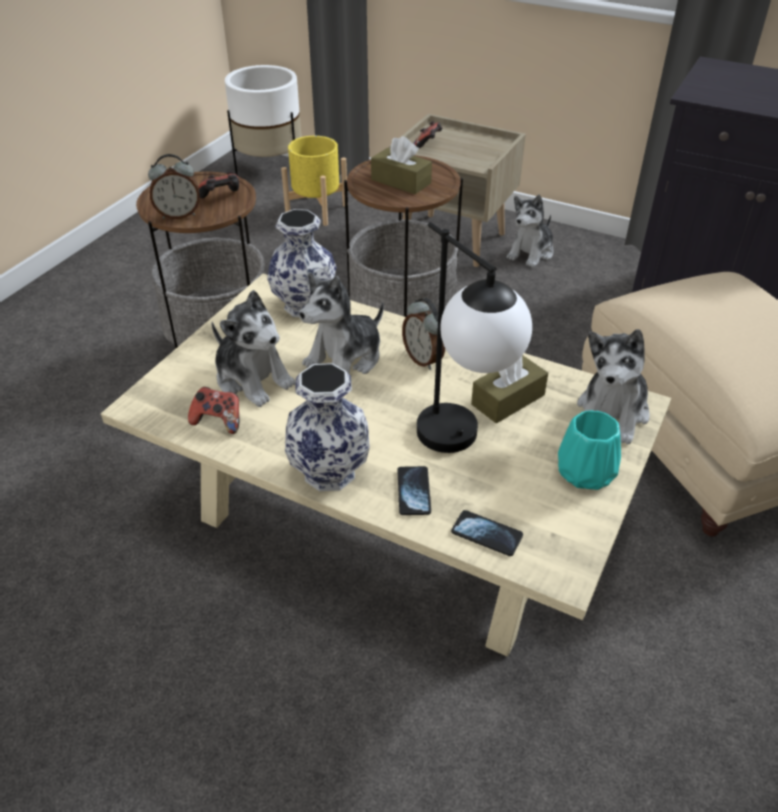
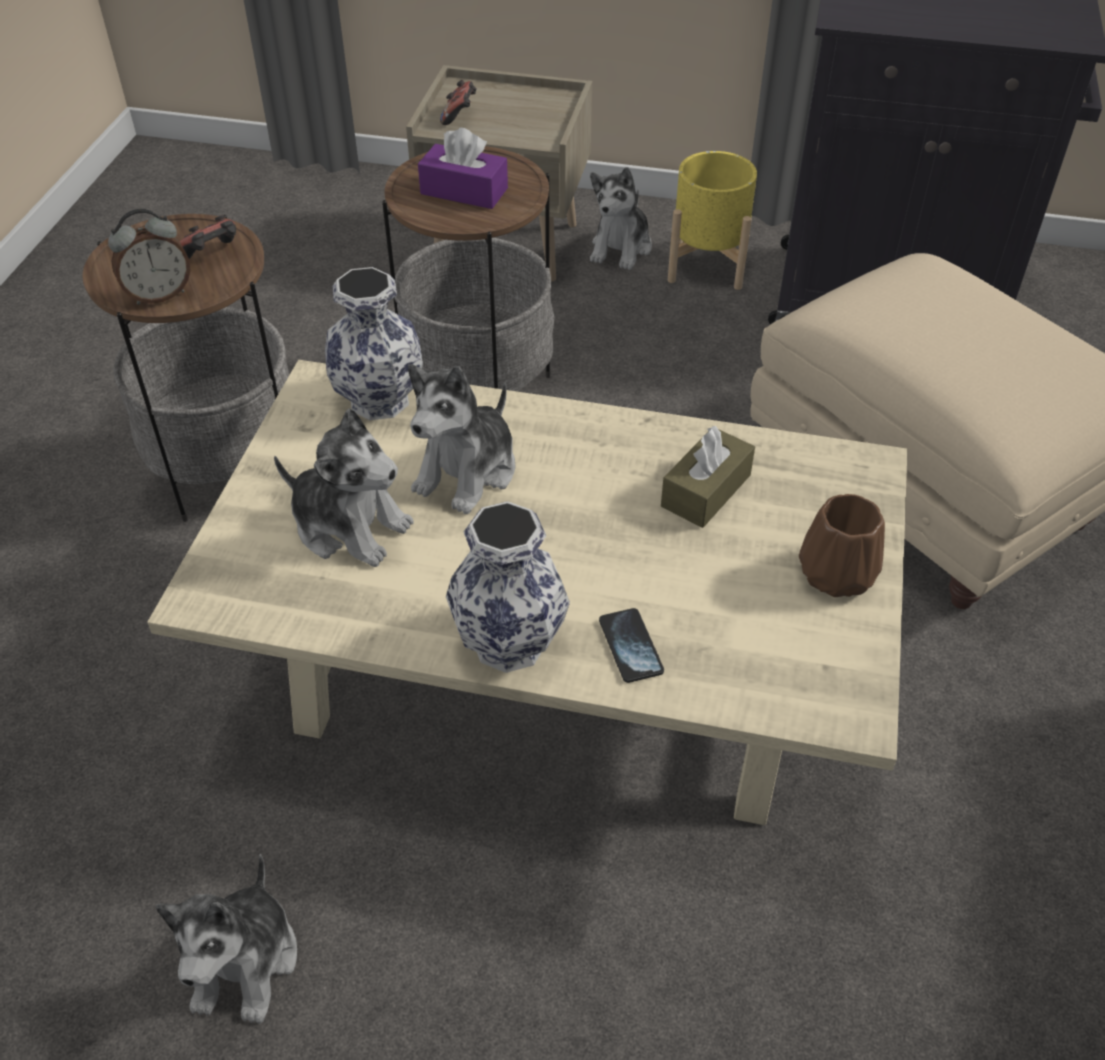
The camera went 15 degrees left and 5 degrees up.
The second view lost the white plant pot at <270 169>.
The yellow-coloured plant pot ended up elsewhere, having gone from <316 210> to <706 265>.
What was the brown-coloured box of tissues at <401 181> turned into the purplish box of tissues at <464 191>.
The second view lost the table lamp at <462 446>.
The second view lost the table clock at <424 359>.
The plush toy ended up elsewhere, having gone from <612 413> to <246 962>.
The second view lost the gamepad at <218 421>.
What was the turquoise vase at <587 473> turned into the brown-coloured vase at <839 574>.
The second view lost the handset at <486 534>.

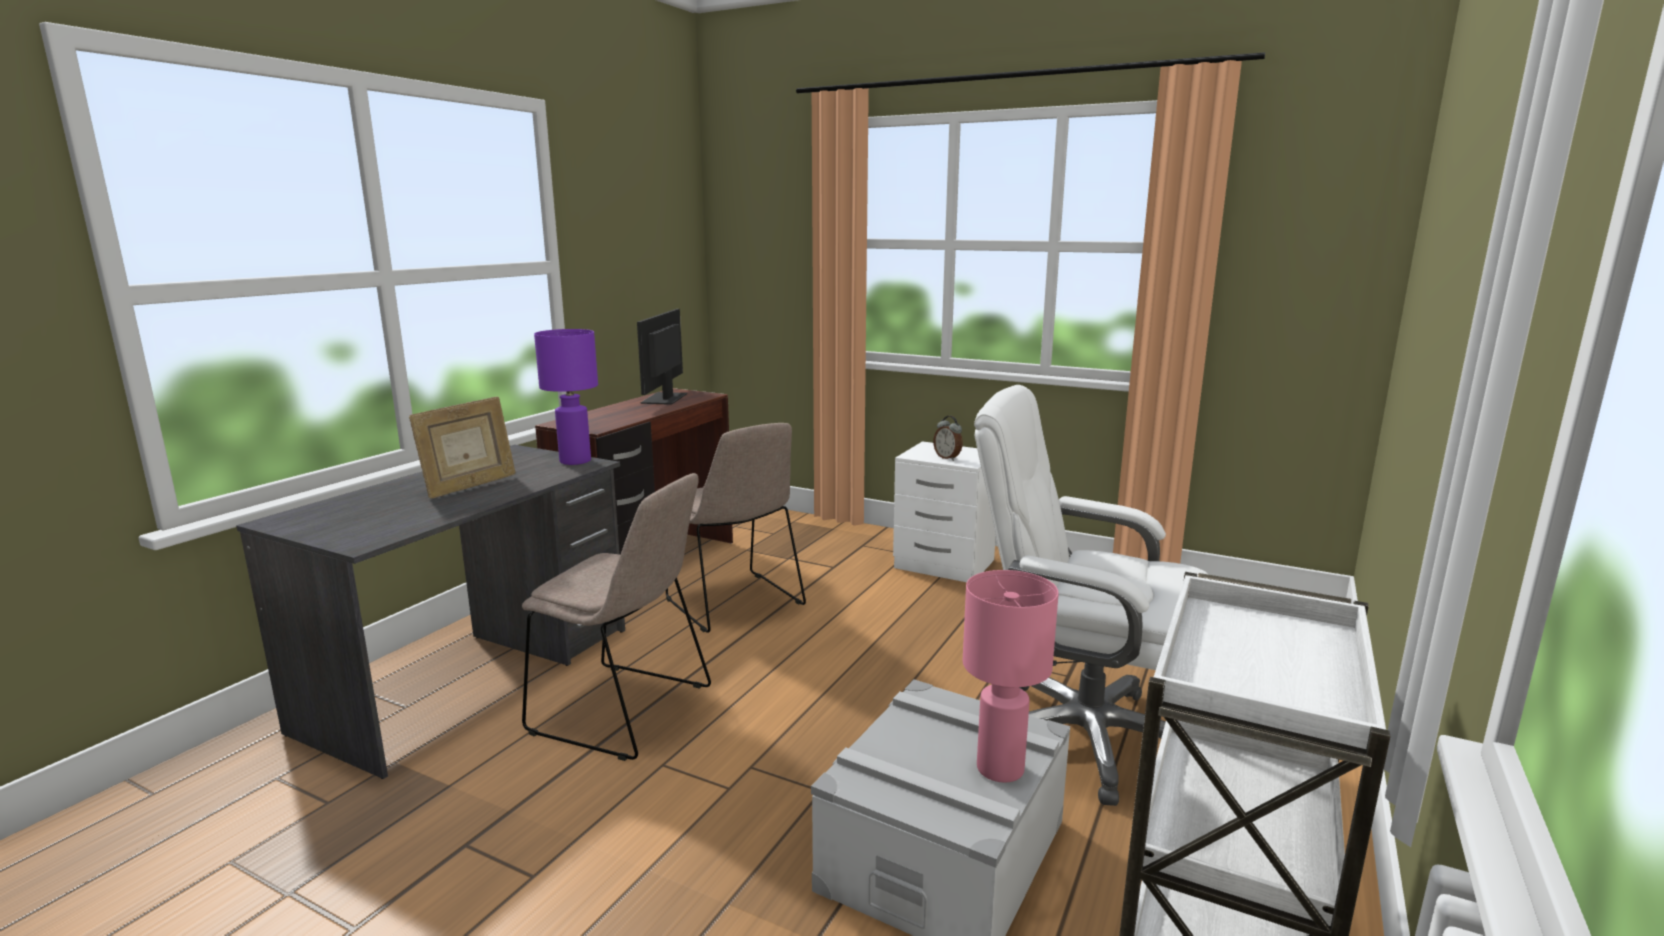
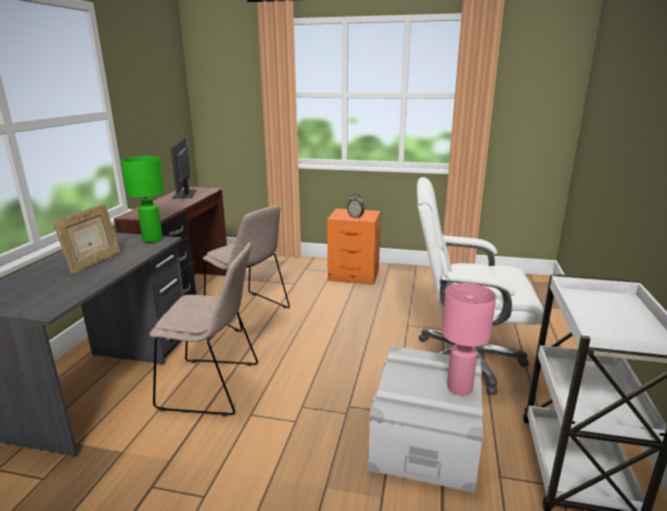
The camera went 15 degrees left and 5 degrees up.
What was the purplish table lamp at <576 461> turned into the greenish table lamp at <153 239>.
What was the white night table at <945 565> turned into the orange-coloured night table at <354 275>.

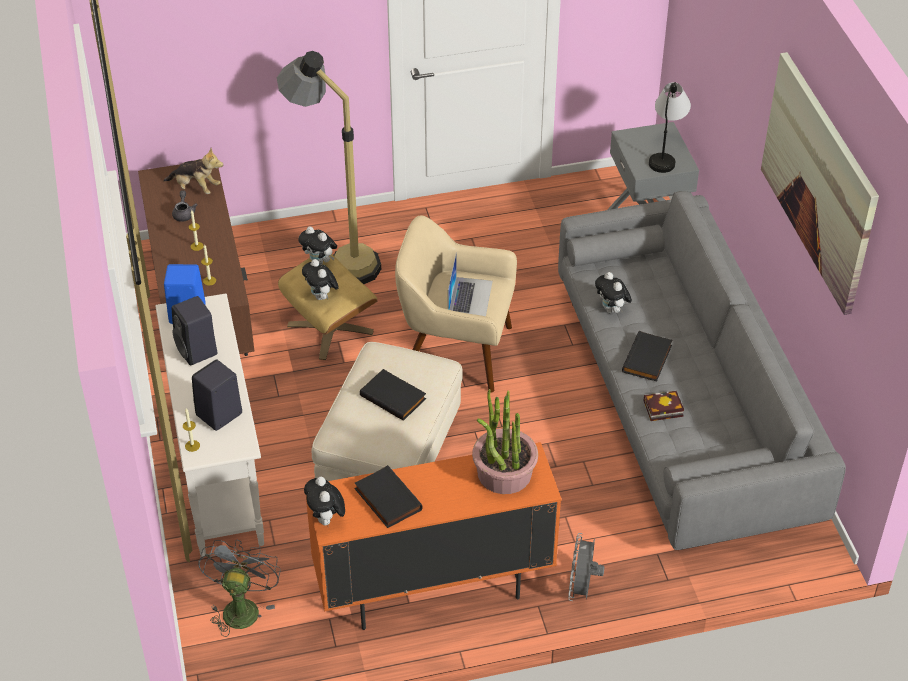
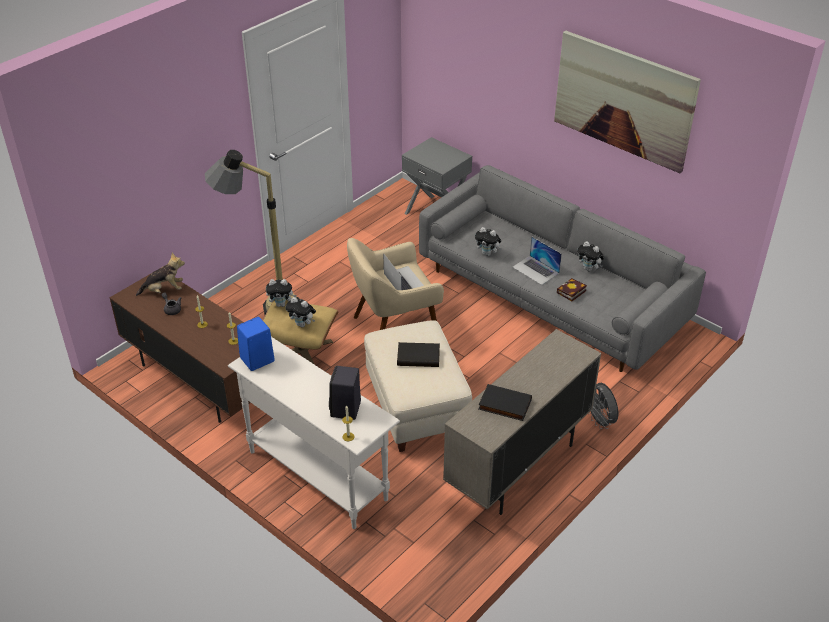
The camera went 35 degrees left and 5 degrees down.
The second view lost the table lamp at <666 153>.
The second view lost the black-coloured audio speaker at <197 351>.
Where the black-coloured volume stood at <648 359>, the notebook computer came to stand at <536 270>.
The second view lost the potted plant at <504 473>.
What was the orange-coloured cupboard at <433 588> turned into the sand-coloured cupboard at <518 467>.
The plush toy ended up elsewhere, having gone from <326 519> to <589 269>.
The second view lost the gray fan at <241 607>.

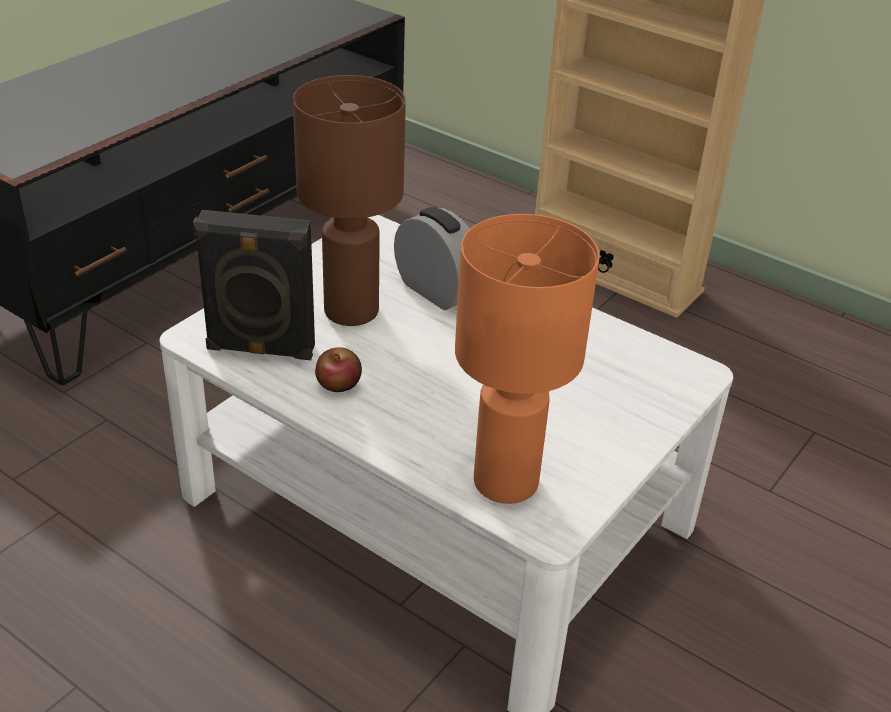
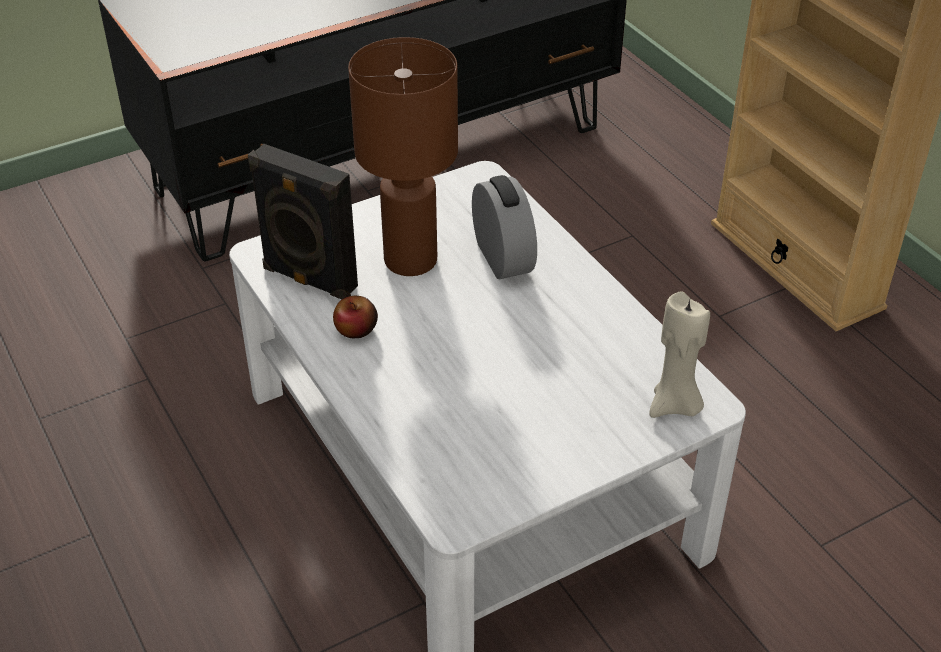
The camera went 25 degrees right and 5 degrees up.
The second view lost the orange-coloured table lamp at <507 482>.
The second view gained the sand-coloured wax light at <675 405>.

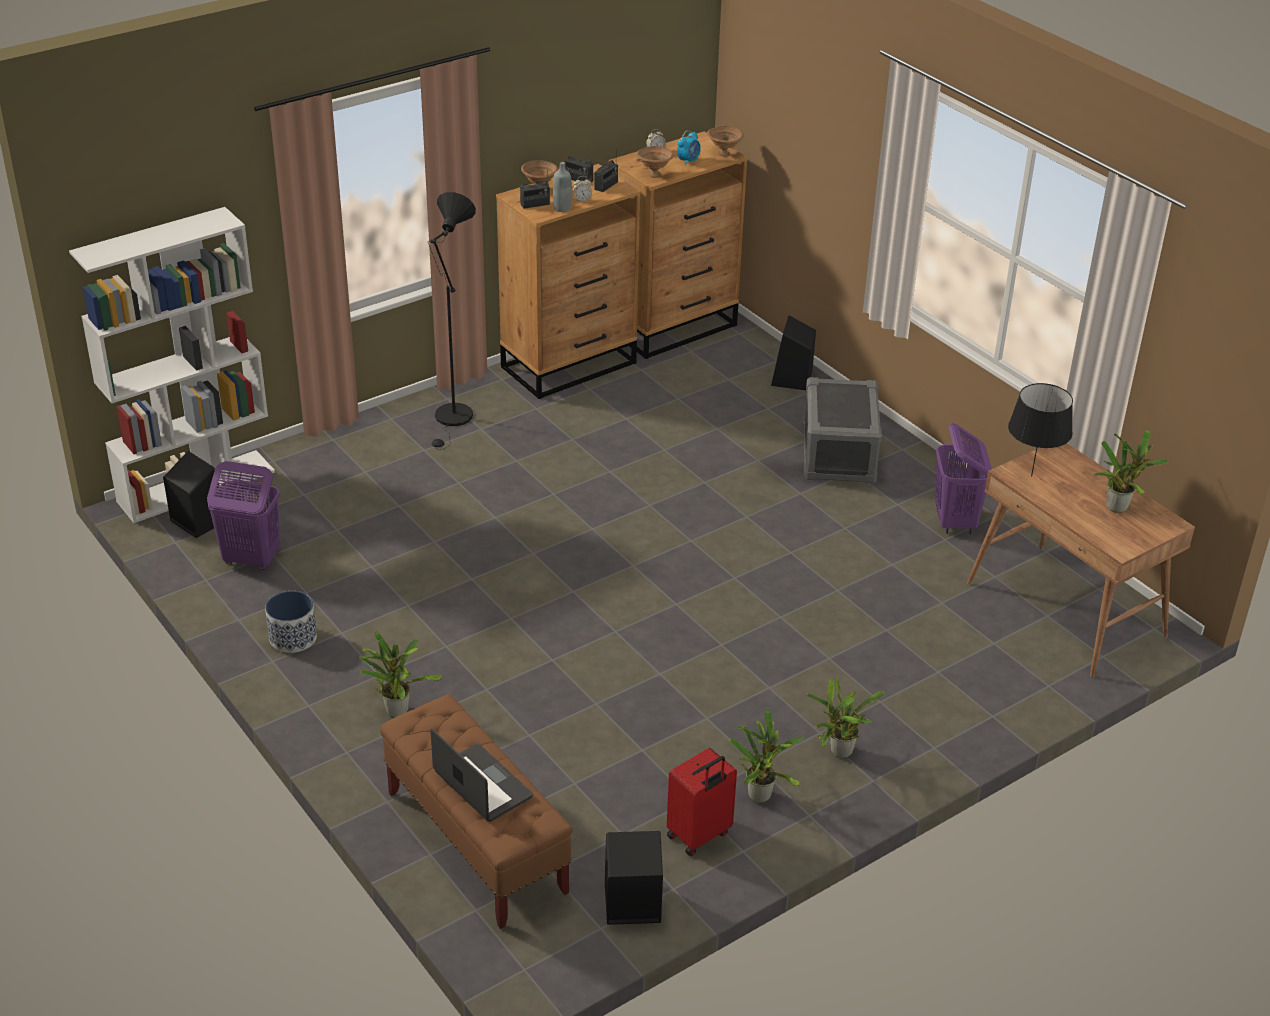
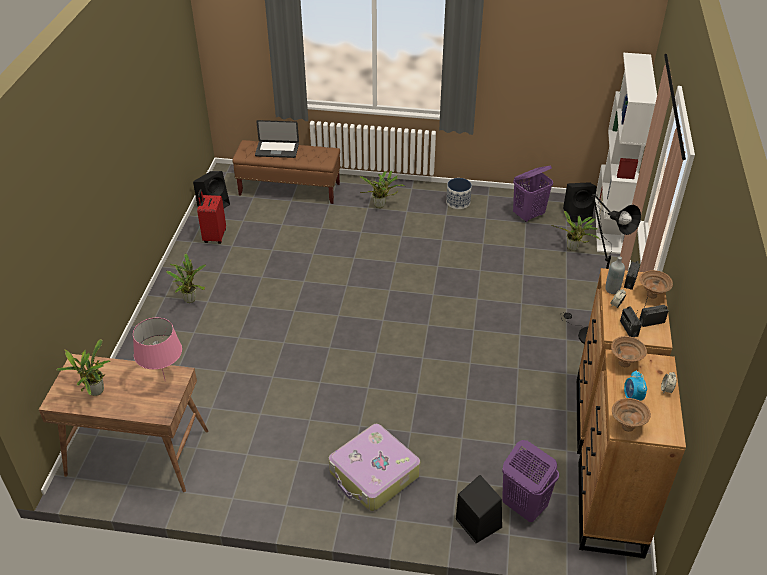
The camera went 135 degrees right and 5 degrees up.
Where the gray storage container stood at <837 453>, the travel case came to stand at <374 475>.
What was the black-coloured table lamp at <1031 476> turned into the pink-coloured table lamp at <165 380>.
The purplish hamper ended up elsewhere, having gone from <955 521> to <523 506>.
The potted plant ended up elsewhere, having gone from <760 793> to <573 249>.

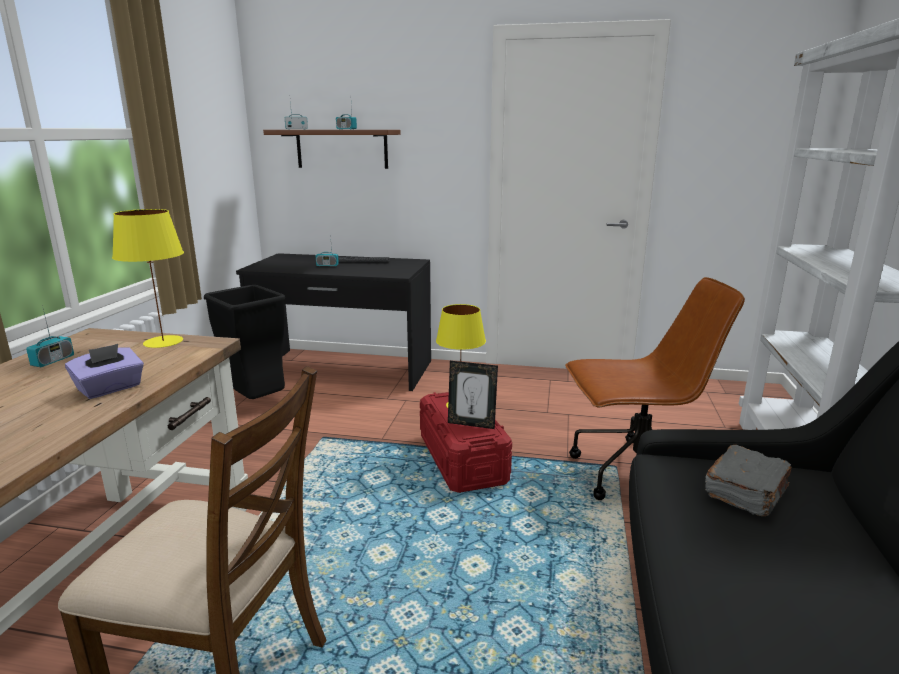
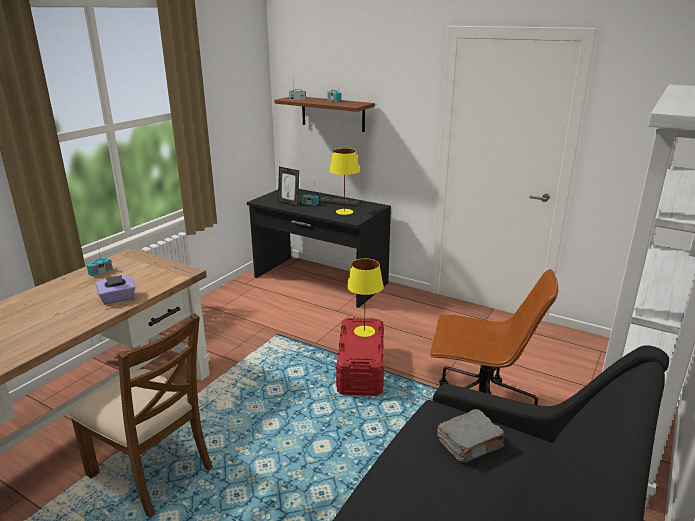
The camera went 20 degrees right and 5 degrees up.
The yellow-coloured table lamp ended up elsewhere, having gone from <164 342> to <344 212>.
The second view lost the black-coloured trash can at <257 403>.
The standing frame ended up elsewhere, having gone from <471 424> to <289 203>.

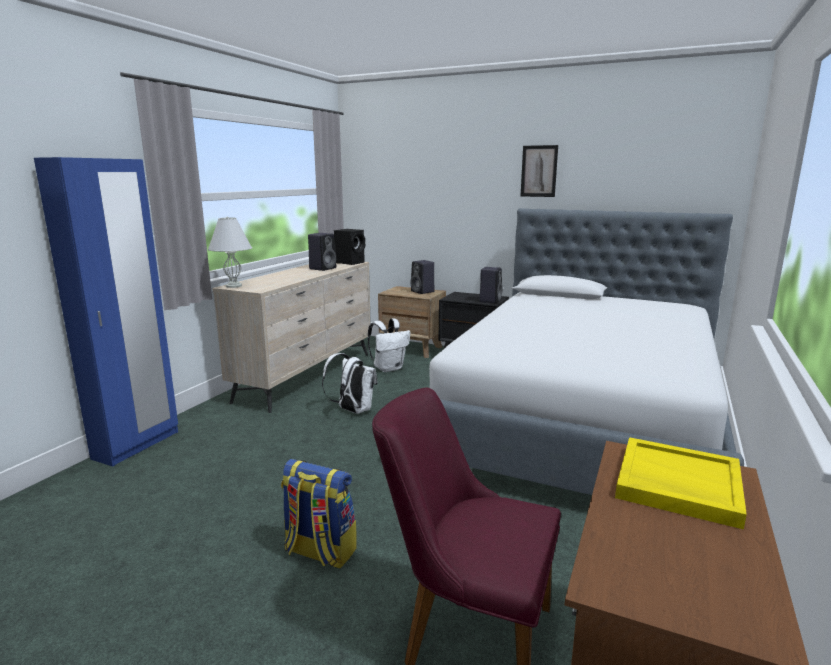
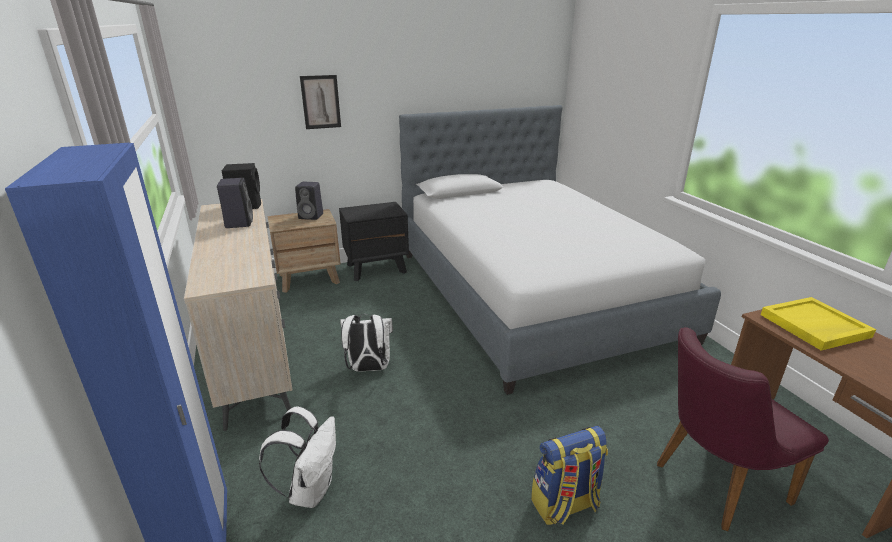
The camera went 45 degrees left and 10 degrees up.
The picture ended up elsewhere, having gone from <539 171> to <320 102>.
The second view lost the white table lamp at <233 286>.
The second view lost the black-coloured audio speaker at <490 300>.
The white backpack ended up elsewhere, having gone from <389 368> to <310 489>.

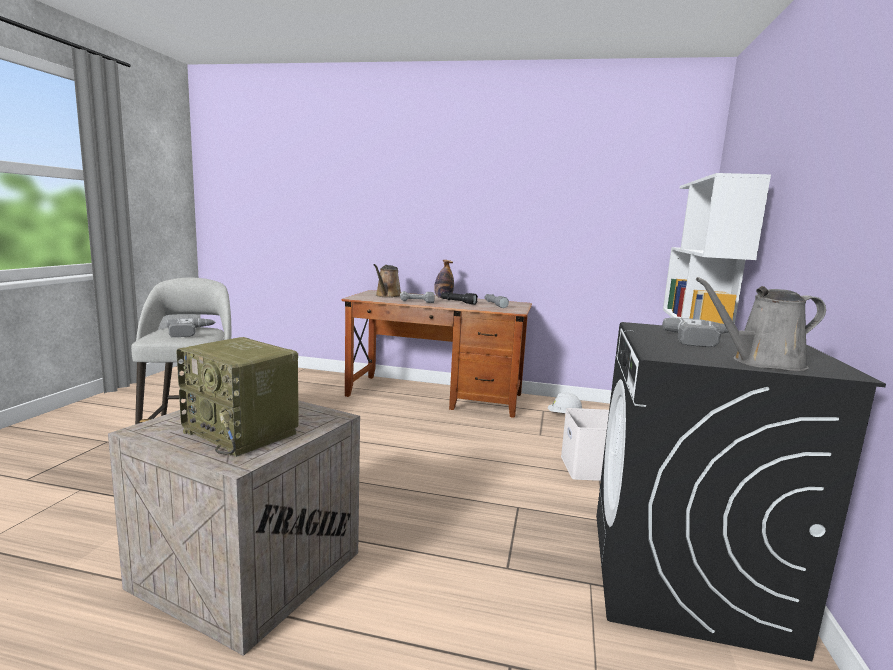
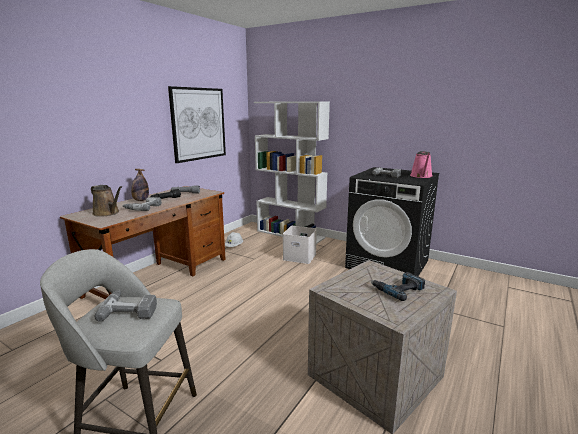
The camera went 70 degrees left and 5 degrees up.
What was the gray sprinkling can at <762 363> turned into the pink-coloured sprinkling can at <421 176>.
Where the radio set stood at <243 433>, the power drill came to stand at <398 289>.
The second view gained the picture at <198 124>.

